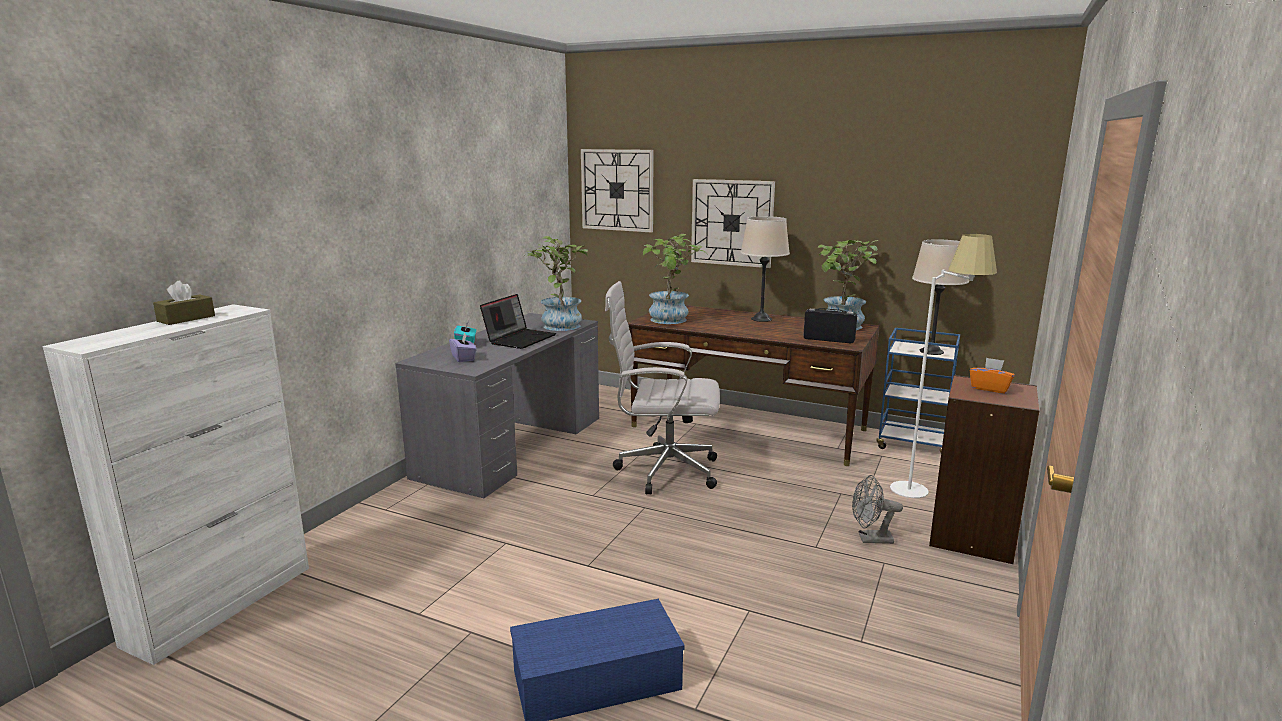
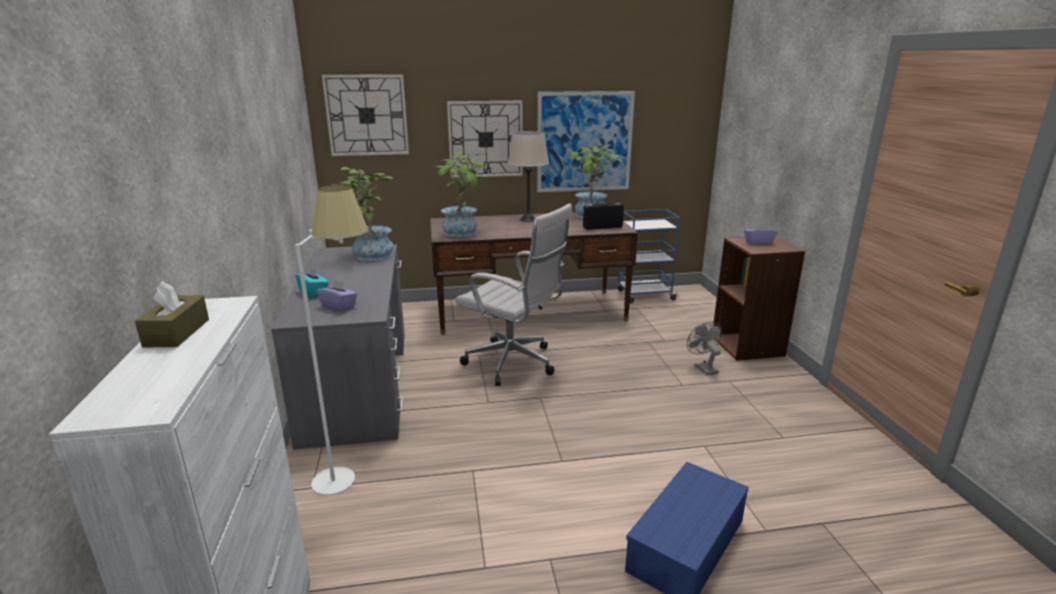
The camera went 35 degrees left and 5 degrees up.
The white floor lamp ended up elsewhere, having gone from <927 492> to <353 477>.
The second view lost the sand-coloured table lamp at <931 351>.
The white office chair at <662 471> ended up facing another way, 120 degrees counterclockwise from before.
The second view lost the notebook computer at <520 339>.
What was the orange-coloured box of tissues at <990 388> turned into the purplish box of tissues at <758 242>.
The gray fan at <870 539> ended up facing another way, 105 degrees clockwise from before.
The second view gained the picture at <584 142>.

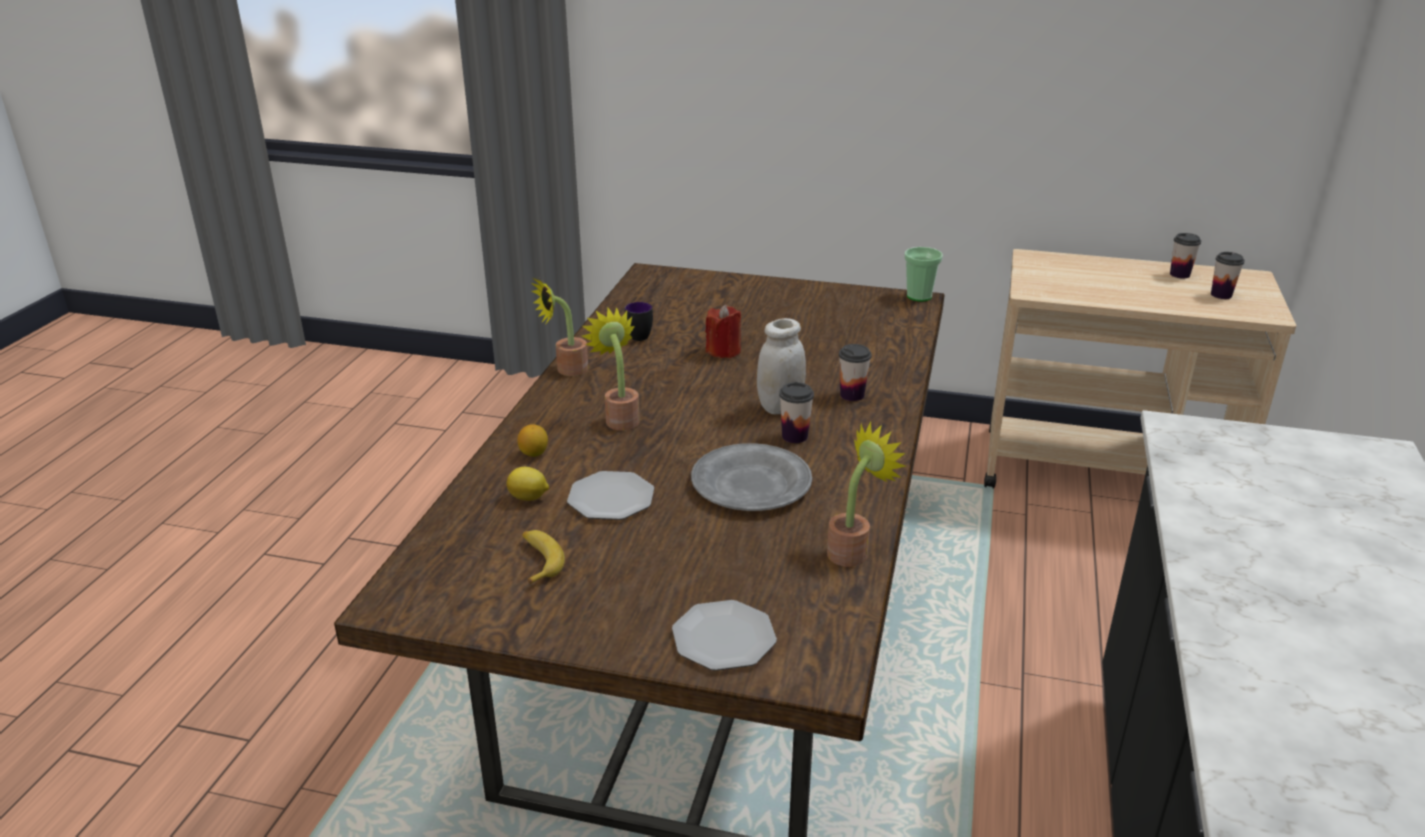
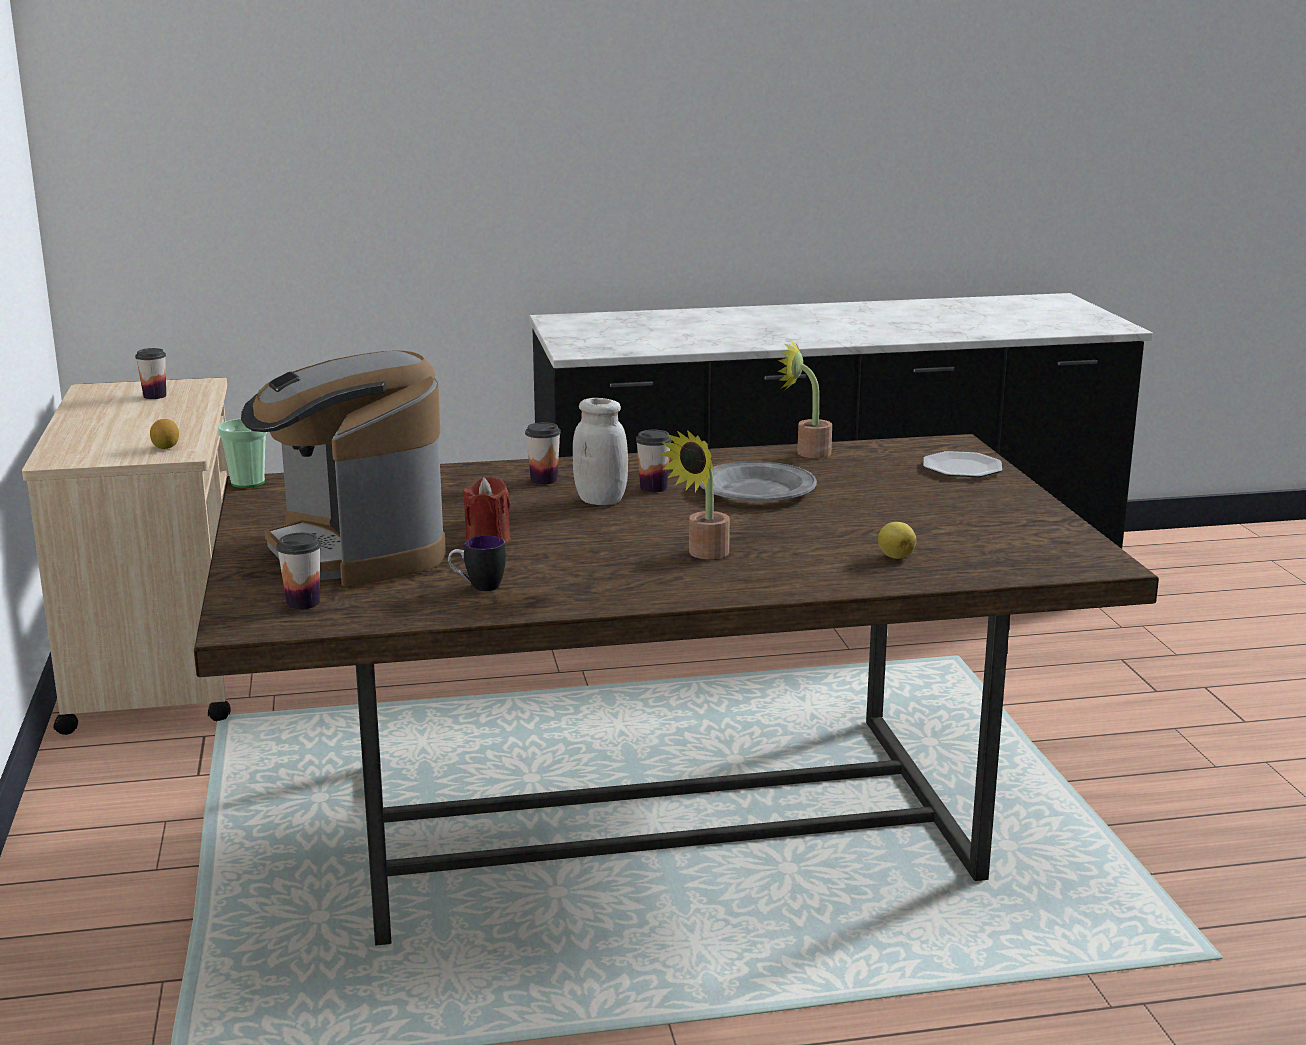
The camera went 115 degrees left and 10 degrees down.
The drinking cup ended up elsewhere, having gone from <1179 274> to <303 603>.
The second view lost the potted plant at <566 370>.
The lemon ended up elsewhere, having gone from <534 453> to <166 447>.
The second view lost the plate at <610 498>.
The second view lost the banana fruit at <538 561>.
The second view gained the coffee machine at <354 552>.

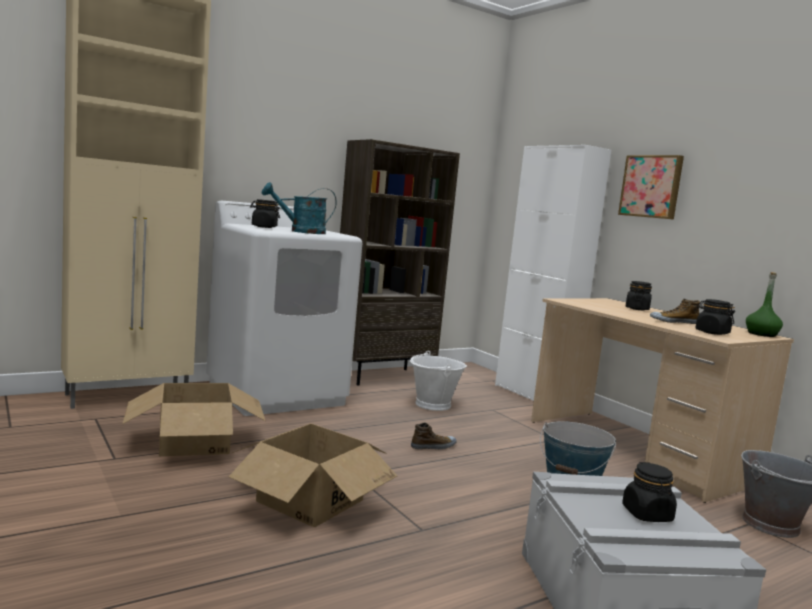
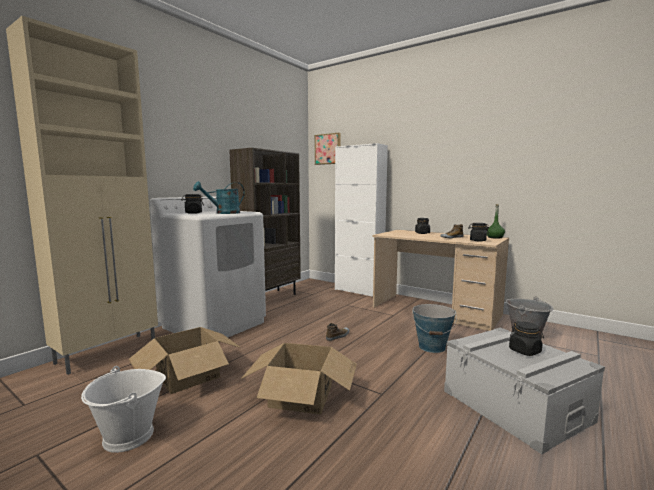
The camera went 20 degrees left and 0 degrees up.
The picture ended up elsewhere, having gone from <651 186> to <328 149>.
The white bucket ended up elsewhere, having gone from <433 405> to <128 437>.

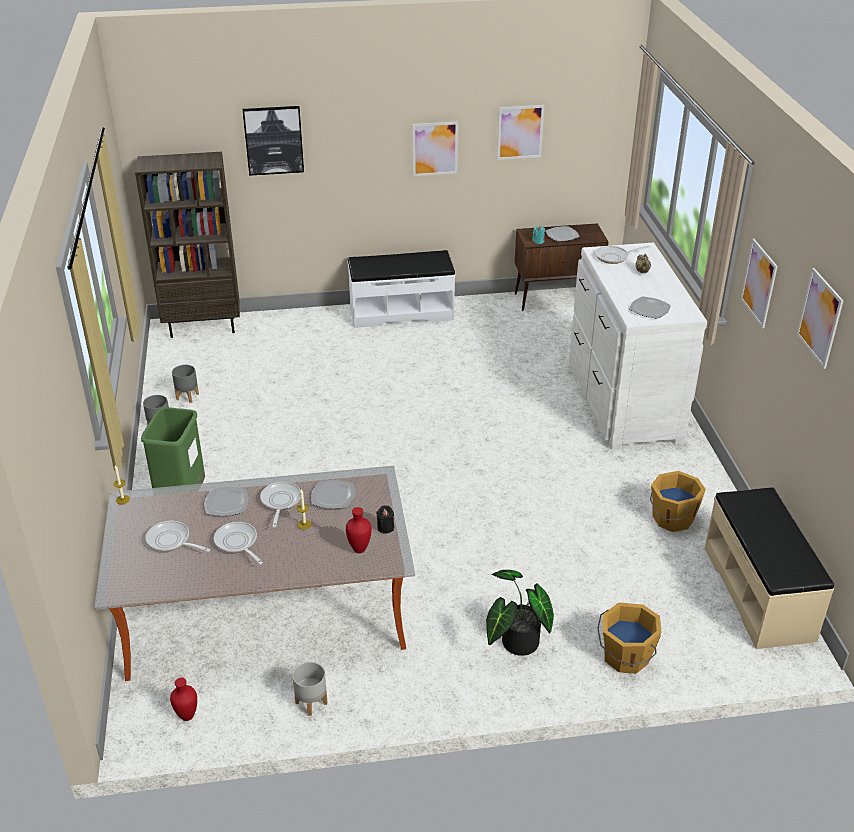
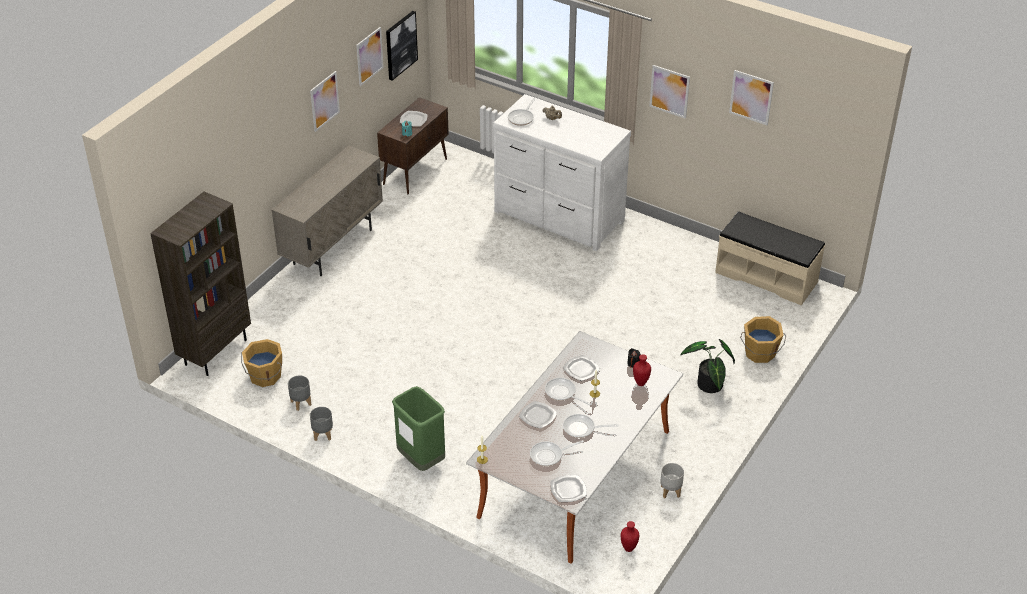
The camera went 50 degrees left and 5 degrees up.
The picture ended up elsewhere, having gone from <273 140> to <400 45>.
Where the white bench stood at <401 312>, the sand-coloured cupboard came to stand at <333 247>.
The plate ended up elsewhere, having gone from <649 309> to <568 490>.
The orange-coloured bucket ended up elsewhere, having gone from <672 518> to <265 376>.

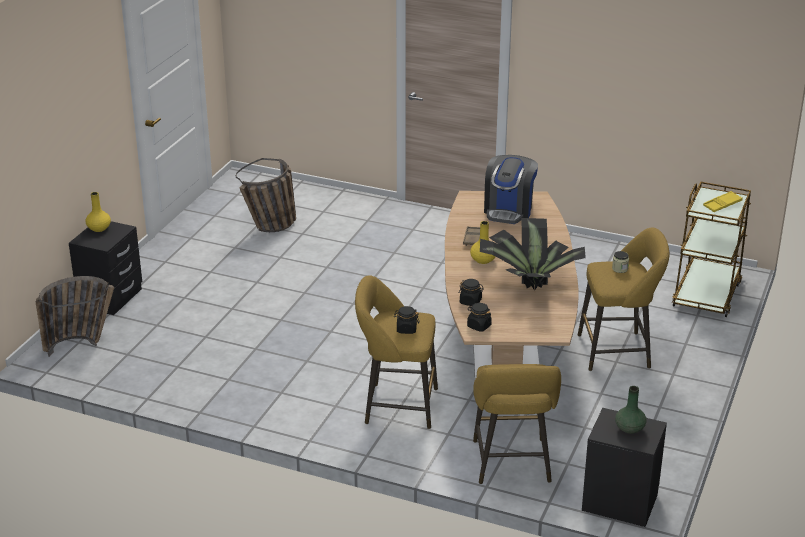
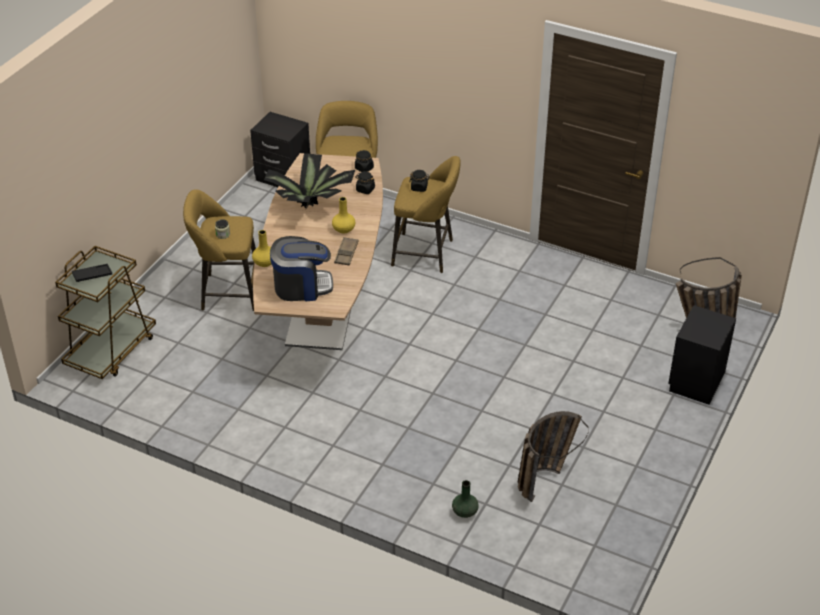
The camera went 175 degrees left and 10 degrees up.
The coffee machine at <509 210> ended up facing another way, 60 degrees clockwise from before.
What was the yellow-coloured carrying tray at <722 204> turned into the black-coloured carrying tray at <92 275>.
The yellow-coloured vase ended up elsewhere, having gone from <99 228> to <264 263>.
The greenish vase ended up elsewhere, having gone from <629 429> to <465 511>.

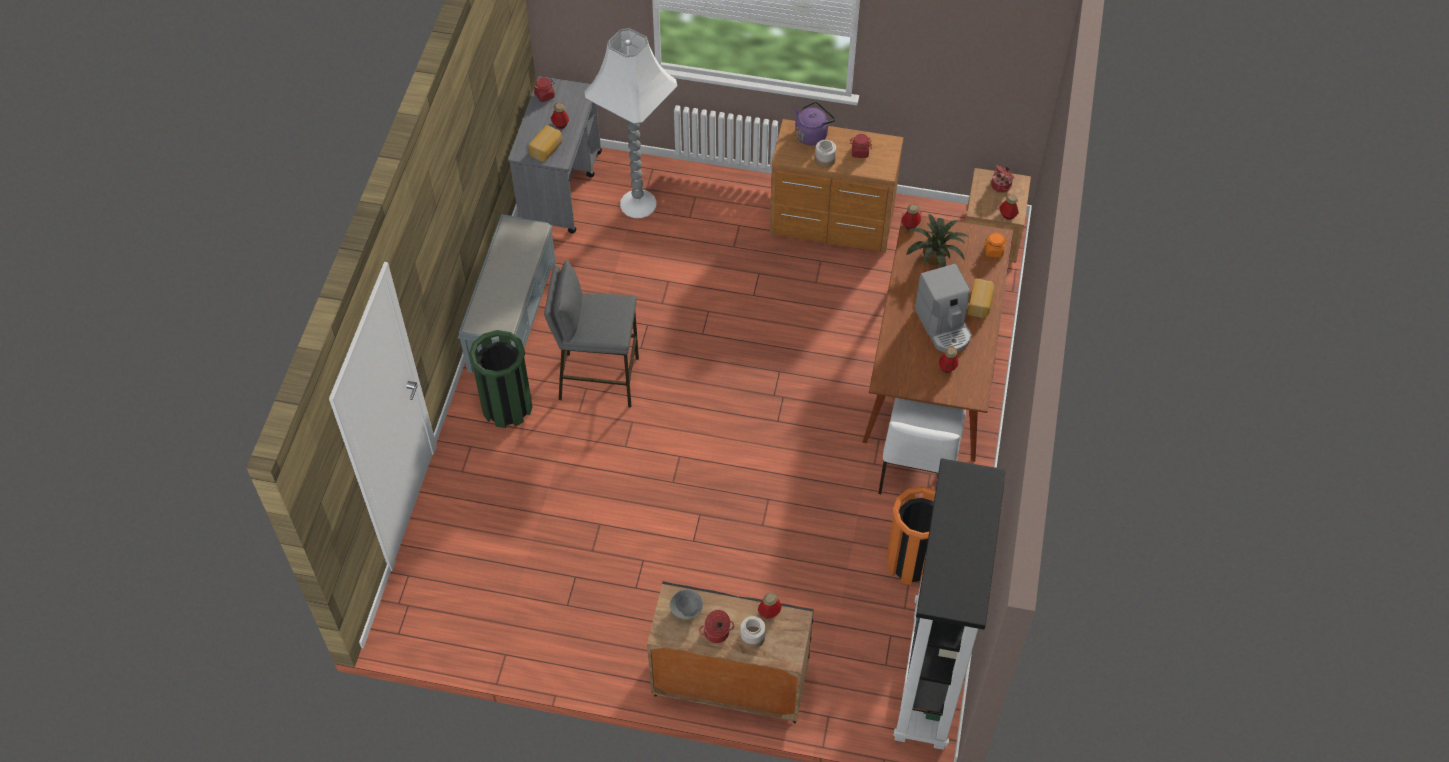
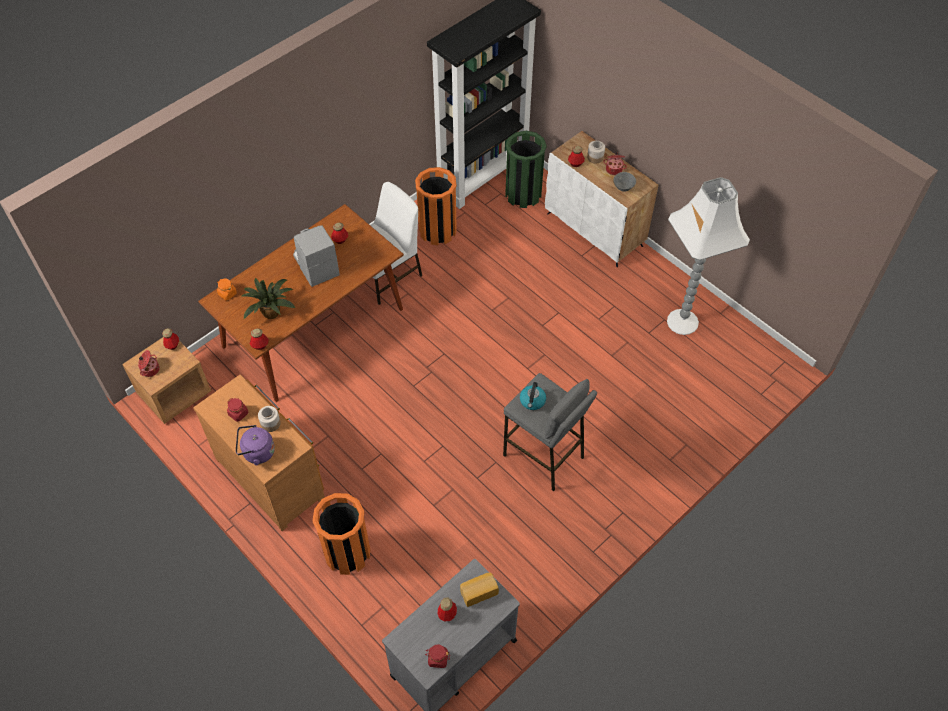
The camera went 145 degrees left and 0 degrees up.
The white floor lamp ended up elsewhere, having gone from <638 203> to <682 322>.
The second view lost the gray bench at <512 315>.
The coffee machine at <944 326> ended up facing another way, 45 degrees counterclockwise from before.
The second view lost the baked bread at <980 304>.
The greenish trash can ended up elsewhere, having gone from <507 406> to <523 194>.
What was the black-coloured cupboard at <729 683> turned into the white cupboard at <595 230>.
The second view gained the water kettle at <532 401>.
The second view gained the orange-coloured trash can at <347 553>.

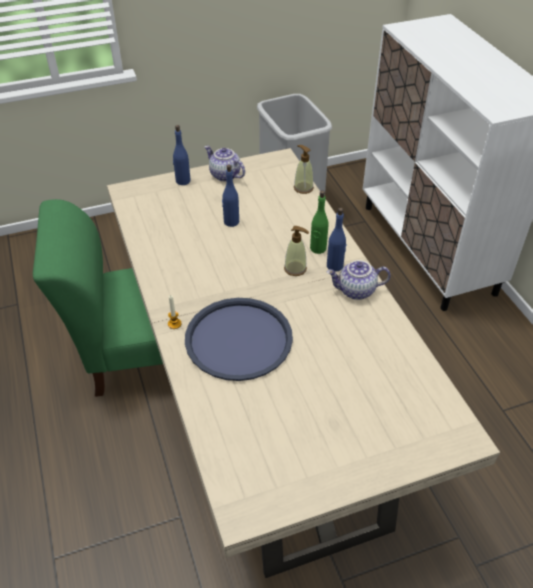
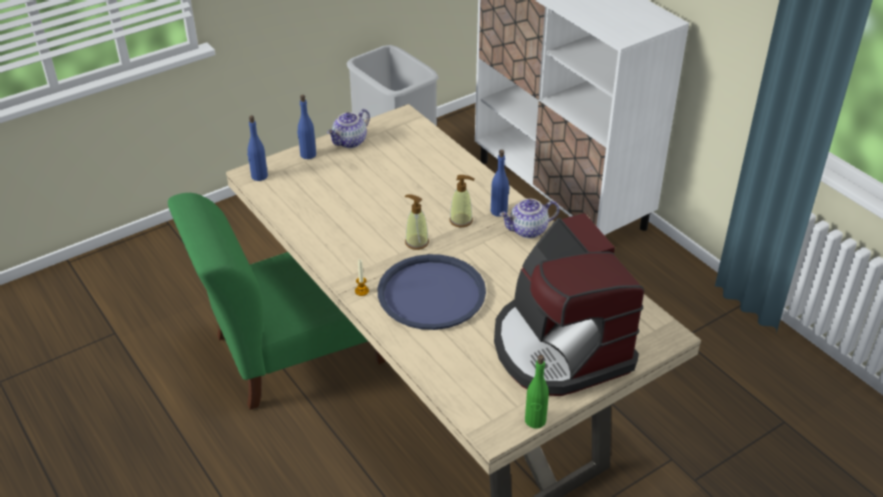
The camera went 15 degrees left and 5 degrees down.
The liquid soap bottle ended up elsewhere, having gone from <303 188> to <416 242>.
The teapot at <224 175> ended up facing another way, 75 degrees counterclockwise from before.
The blue-coloured beverage bottle ended up elsewhere, having gone from <231 222> to <259 176>.
The greenish beverage bottle ended up elsewhere, having gone from <318 248> to <535 421>.
The second view gained the coffee machine at <559 347>.

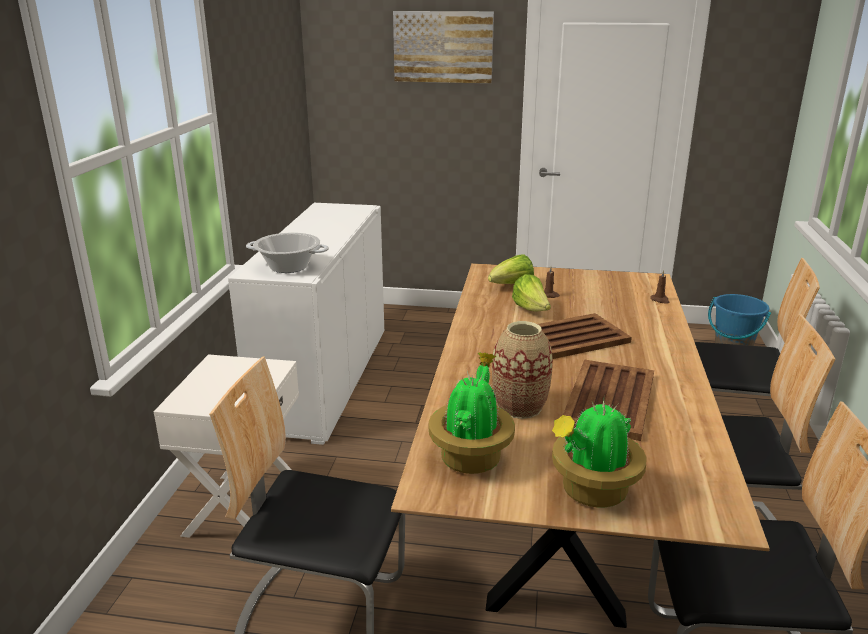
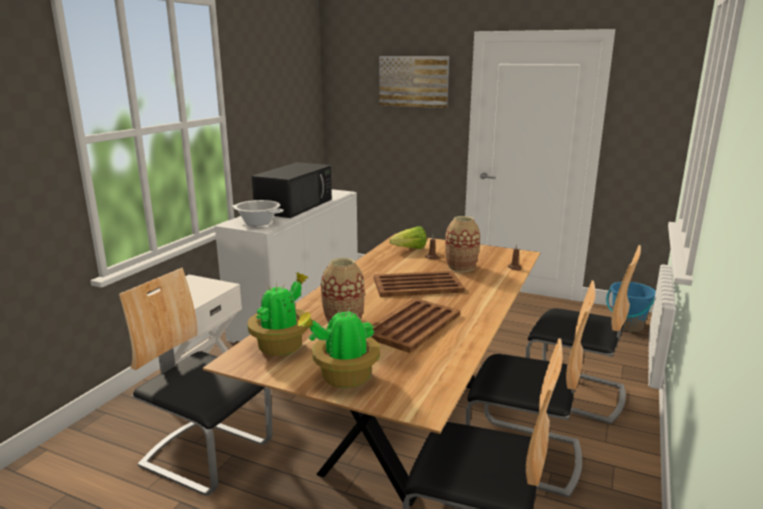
The camera went 15 degrees right and 5 degrees down.
The second view lost the lettuce at <531 310>.
The second view gained the black-coloured microwave oven at <295 205>.
The second view gained the vase at <461 267>.

